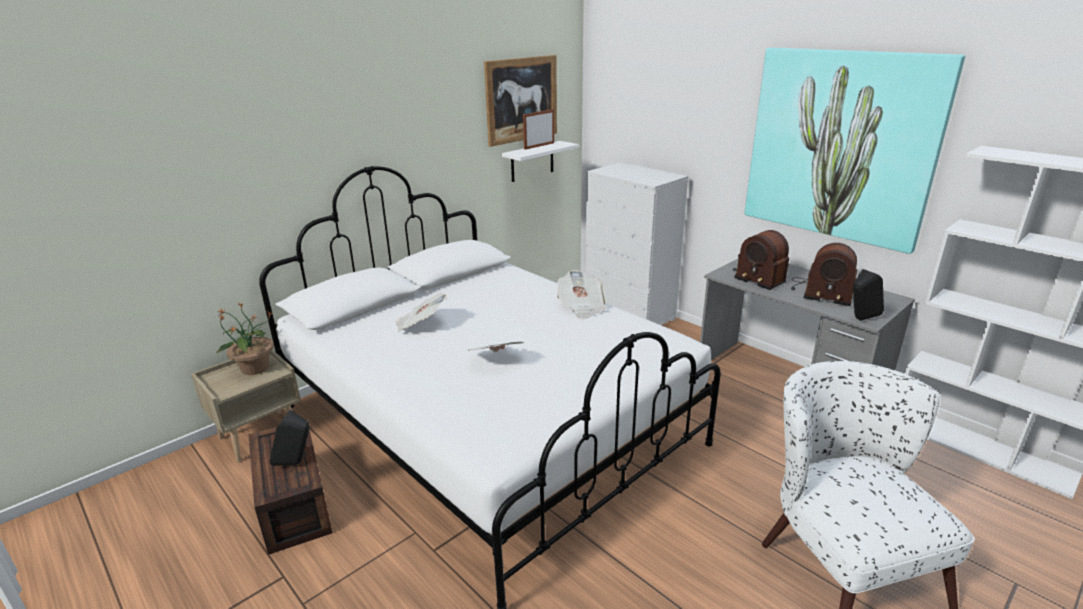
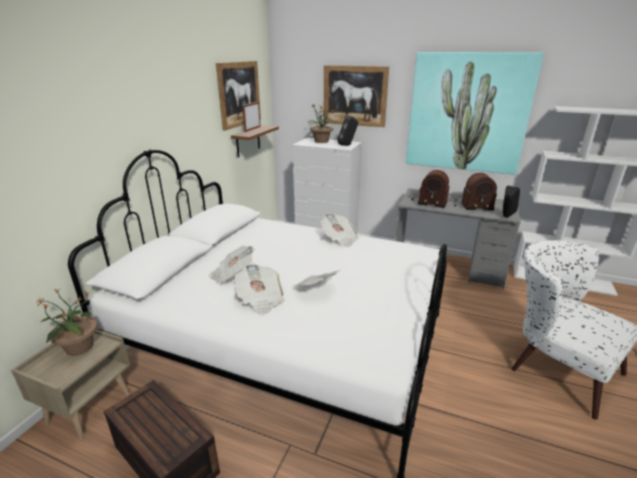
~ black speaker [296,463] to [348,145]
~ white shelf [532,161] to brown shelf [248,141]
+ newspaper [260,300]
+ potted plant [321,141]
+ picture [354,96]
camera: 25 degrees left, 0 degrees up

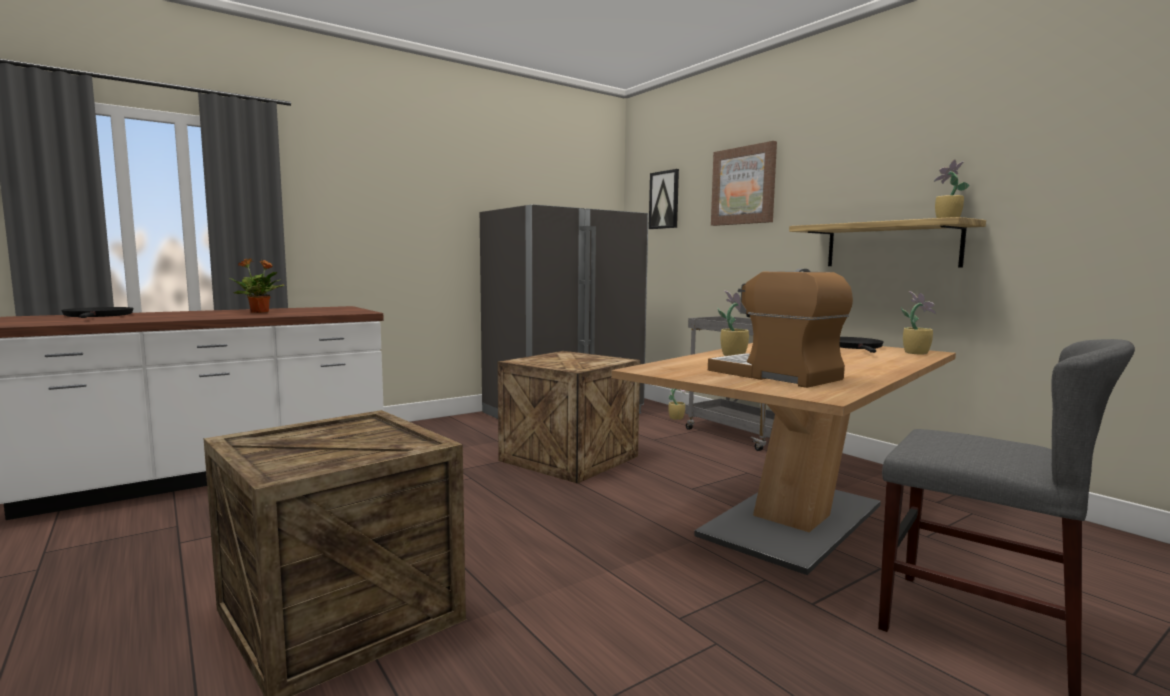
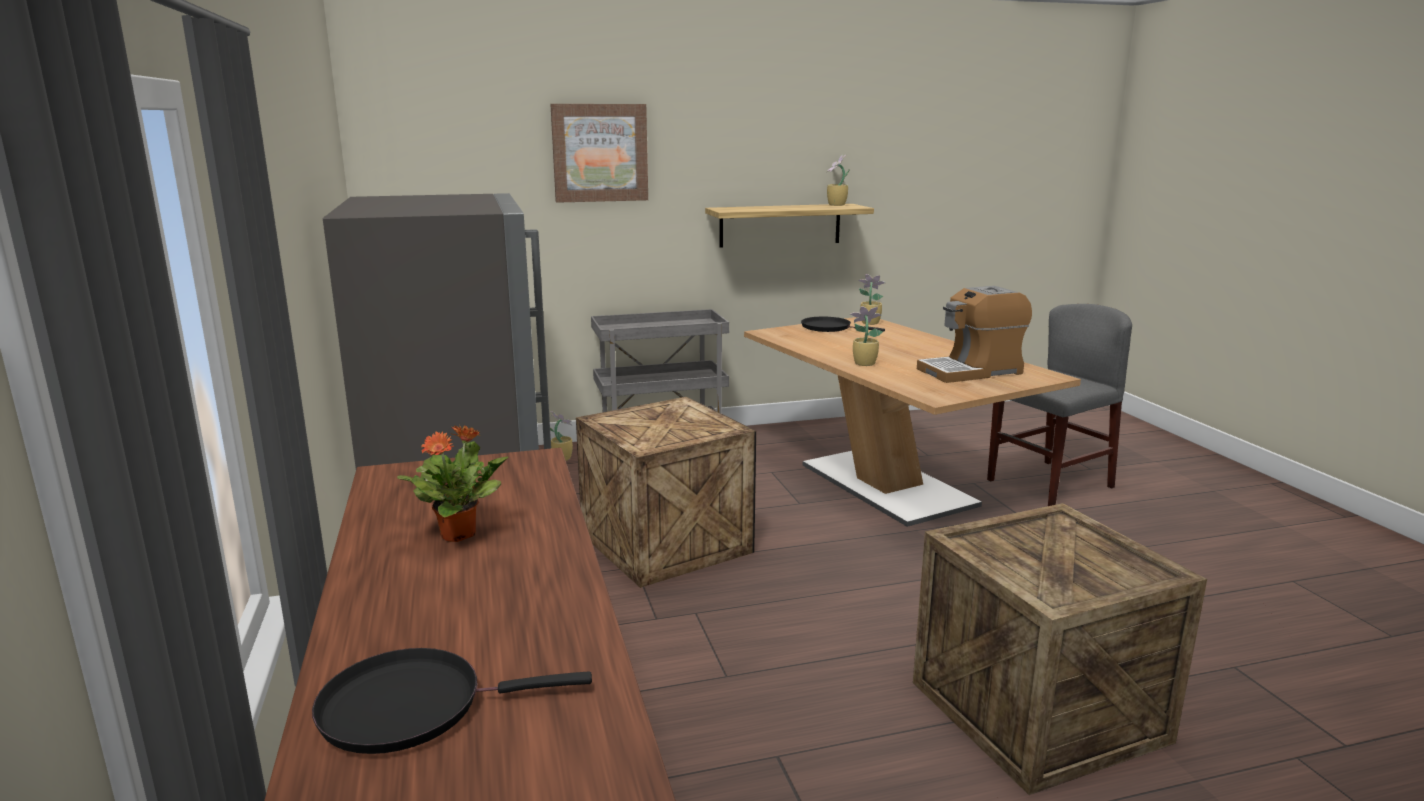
- picture [664,200]
camera: 70 degrees left, 10 degrees up

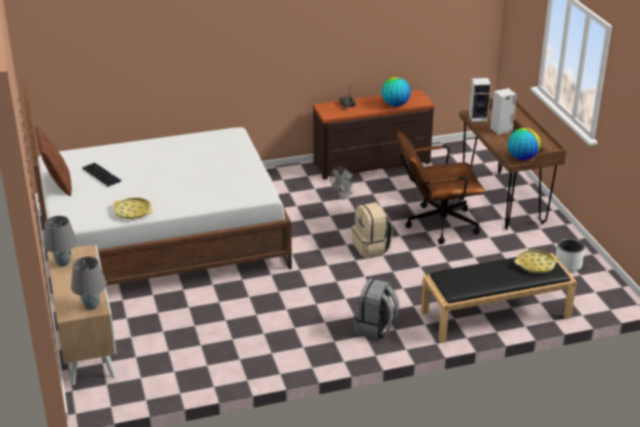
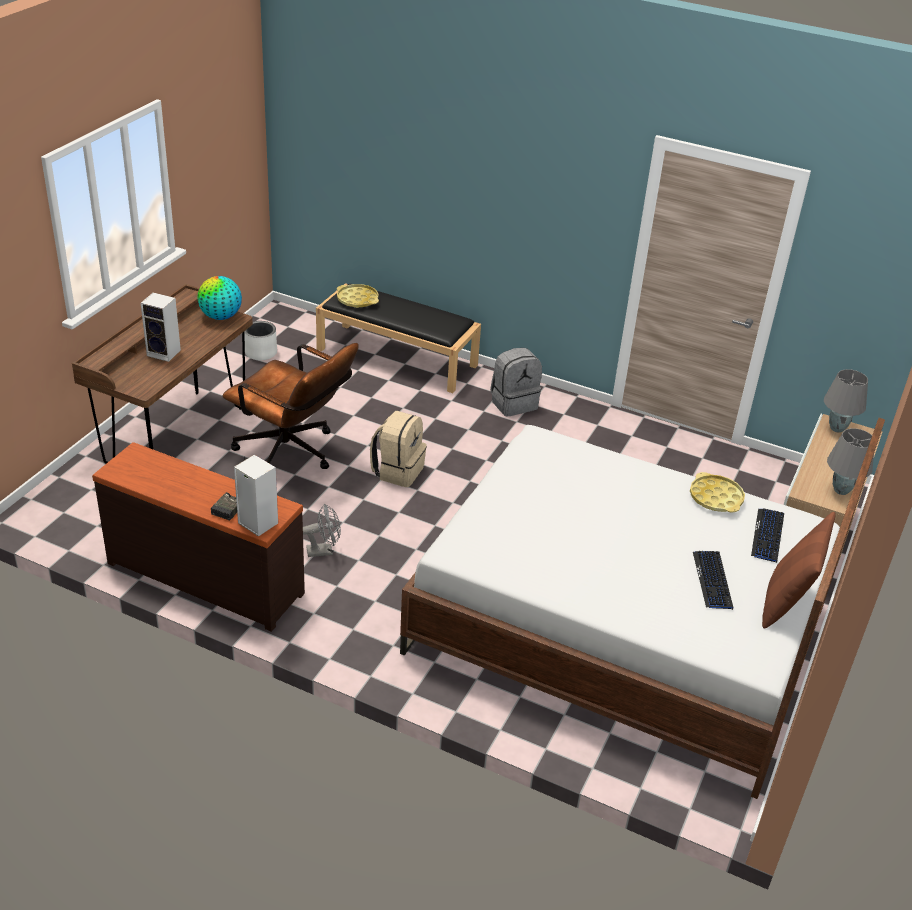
- globe [395,104]
~ speaker [478,117] to [256,523]
+ keyboard [767,536]
camera: 140 degrees left, 5 degrees up

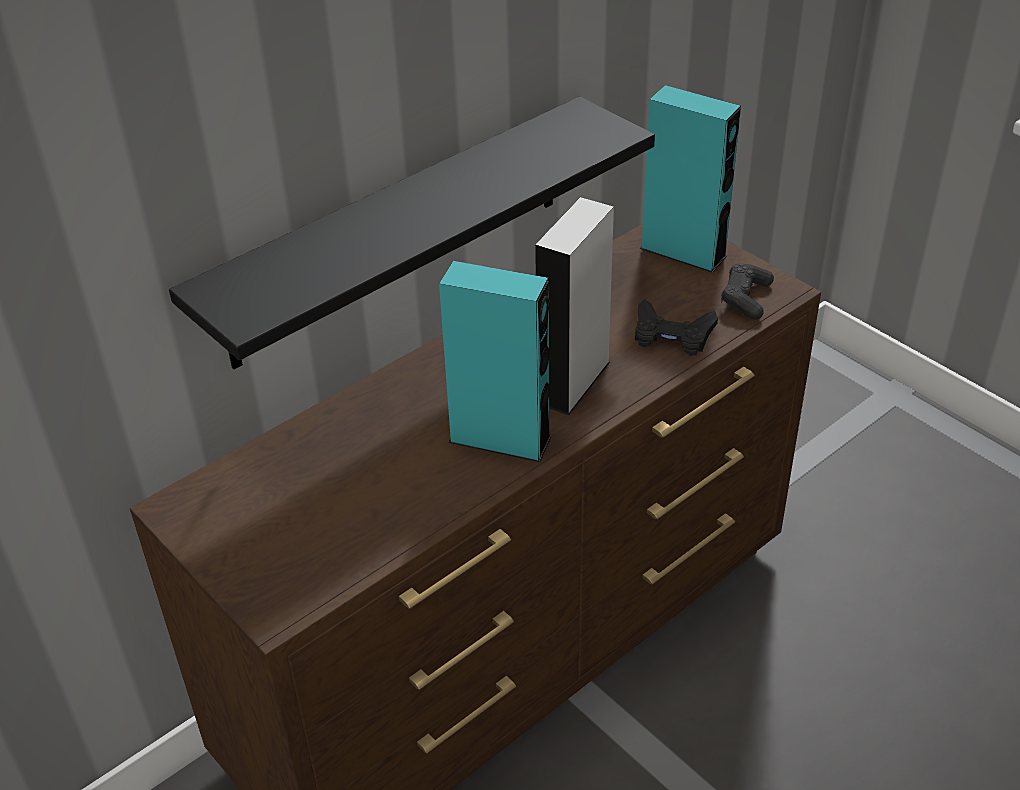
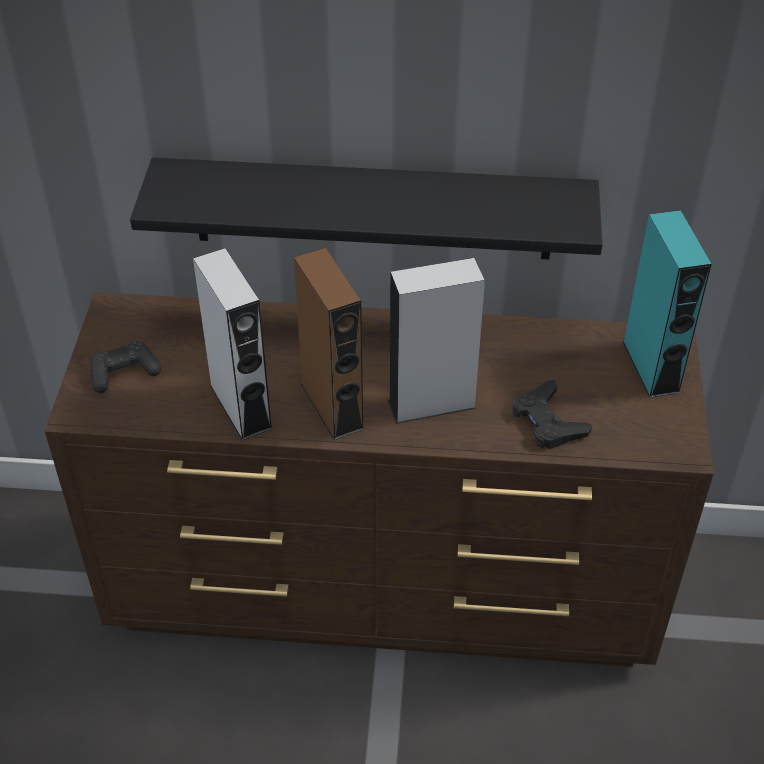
~ turquoise speaker [500,439] to brown speaker [332,406]
~ black game controller [745,298] to [124,373]
+ grey speaker [241,407]
camera: 45 degrees right, 5 degrees up

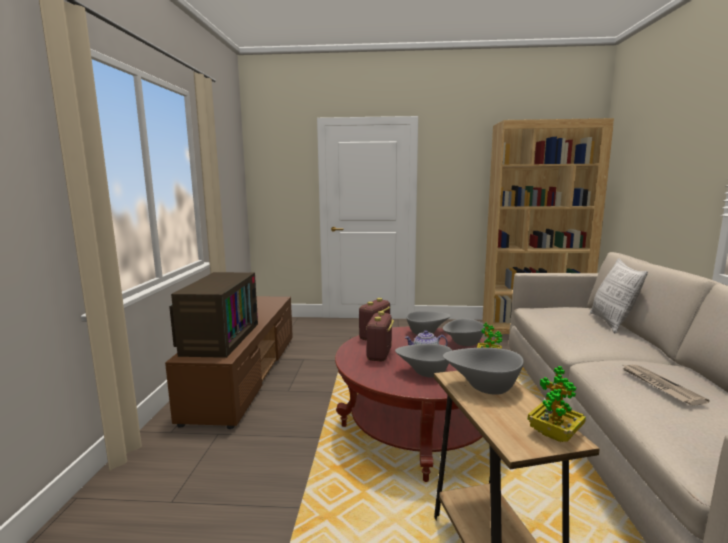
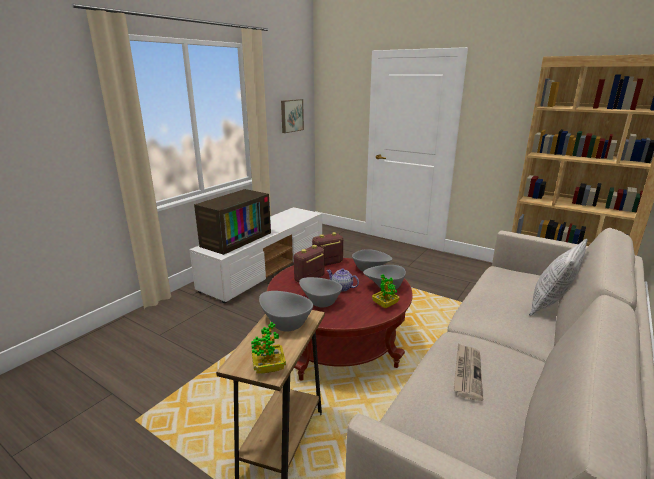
~ brown tv stand [245,374] to white tv stand [266,268]
+ picture [291,115]
camera: 30 degrees right, 10 degrees up

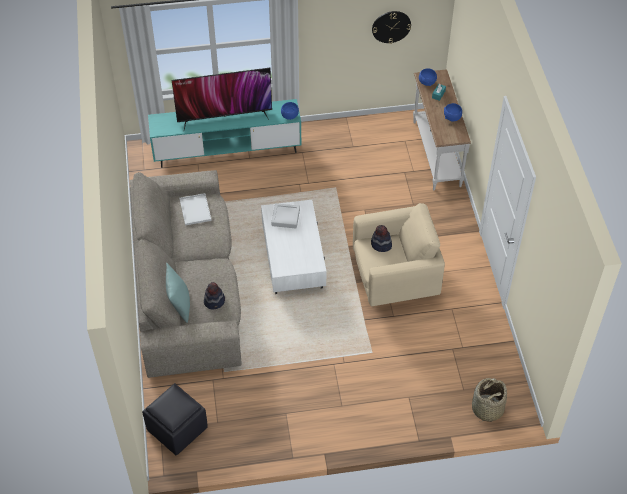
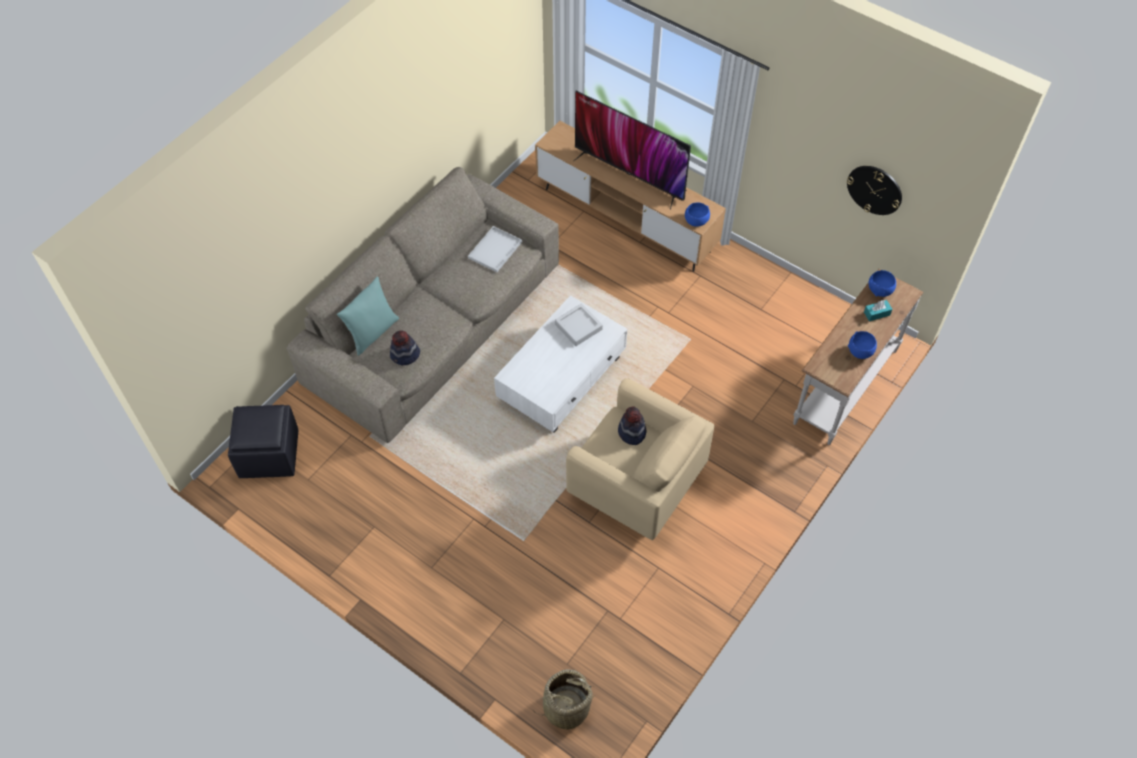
~ turquoise tv stand [227,152] to brown tv stand [625,220]
camera: 45 degrees right, 5 degrees up

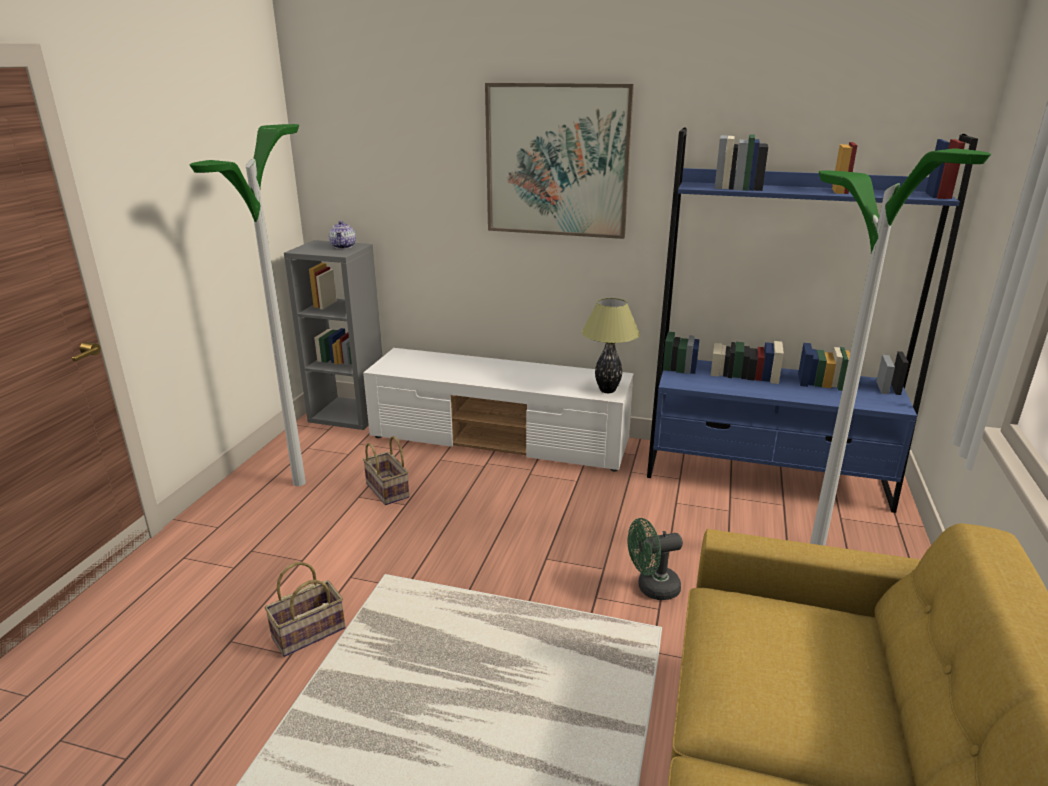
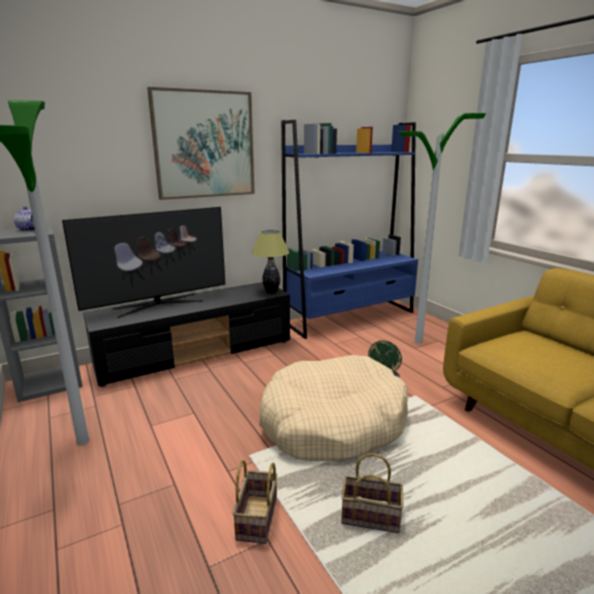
~ white tv stand [501,440] to black tv stand [197,353]
~ basket [389,490] to [372,516]
+ television [158,305]
+ beige dog bed [333,422]
camera: 45 degrees left, 5 degrees down

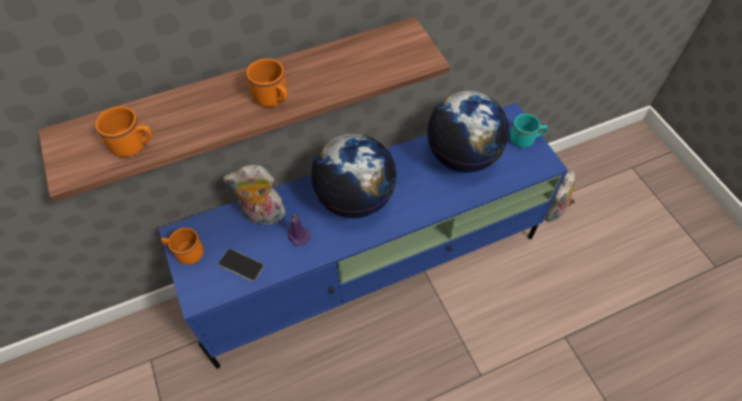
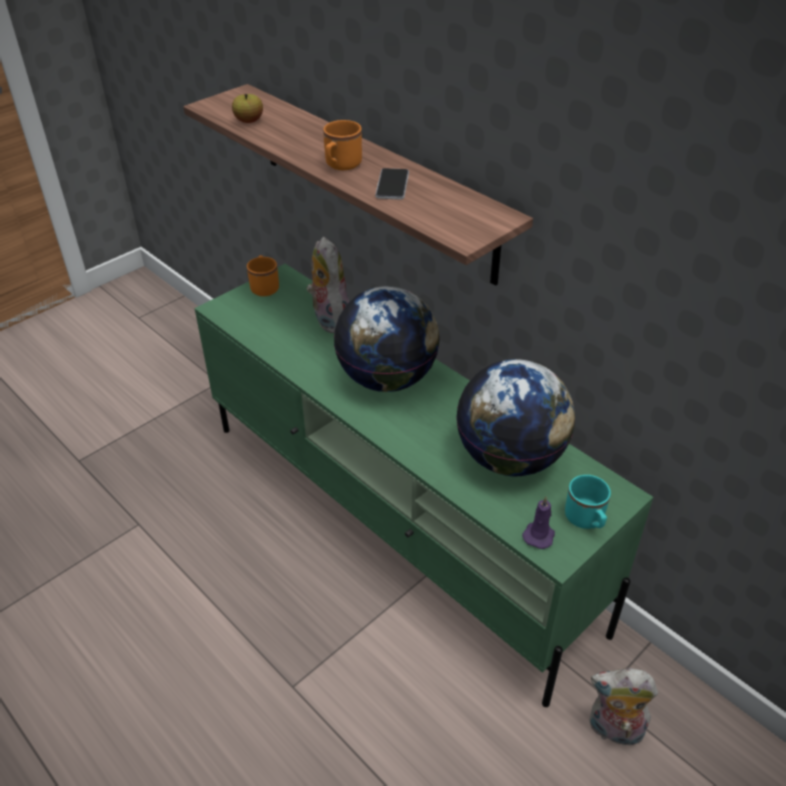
~ orange mug [135,145] to apple [249,121]
~ blue tv stand [372,269] to green tv stand [397,524]
~ phone [241,265] to [392,185]
~ purple candle [298,235] to [539,535]
camera: 70 degrees right, 15 degrees down

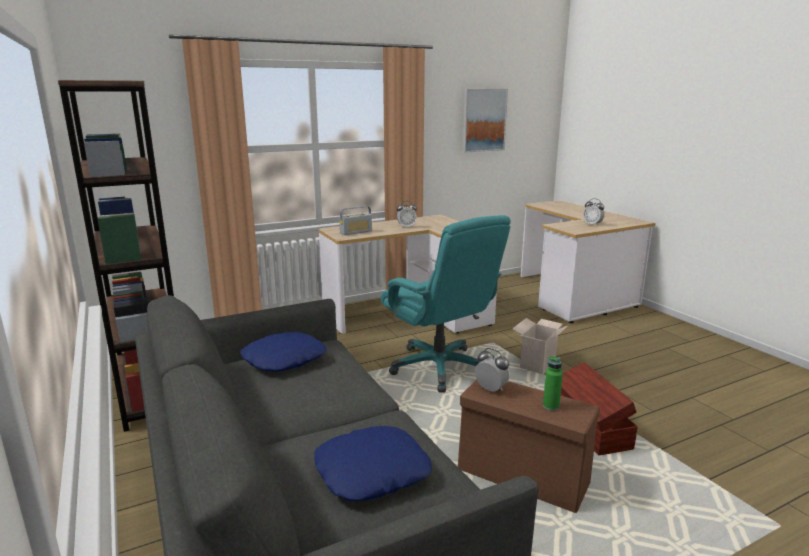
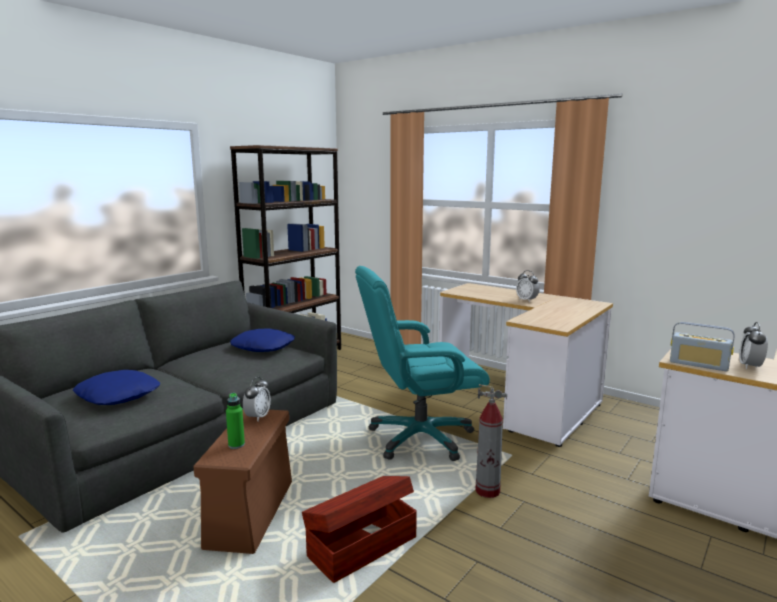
~ radio [356,232] to [698,364]
~ turquoise office chair [440,367] = [419,438] 45 degrees clockwise
- picture [484,120]
~ cardboard box [537,364] to fire extinguisher [488,491]
camera: 65 degrees right, 5 degrees down

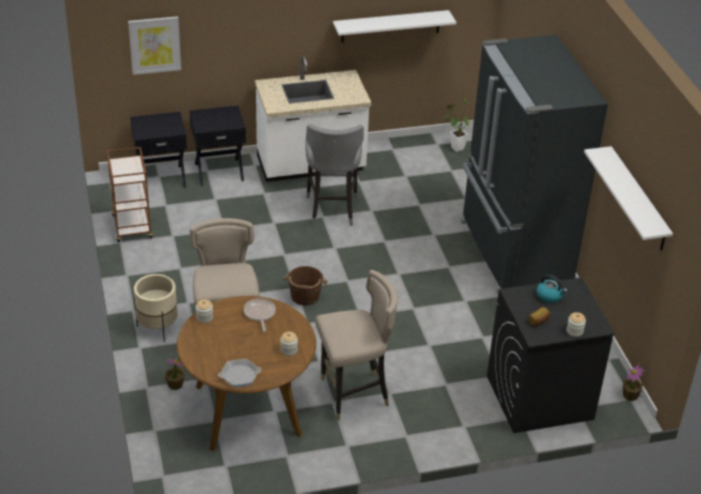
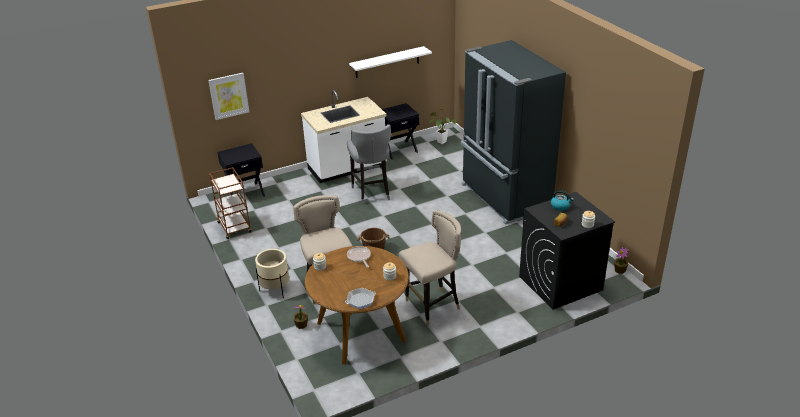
~ black nightstand [219,171] to [398,149]
- white shelf [638,200]
camera: 10 degrees left, 5 degrees down

